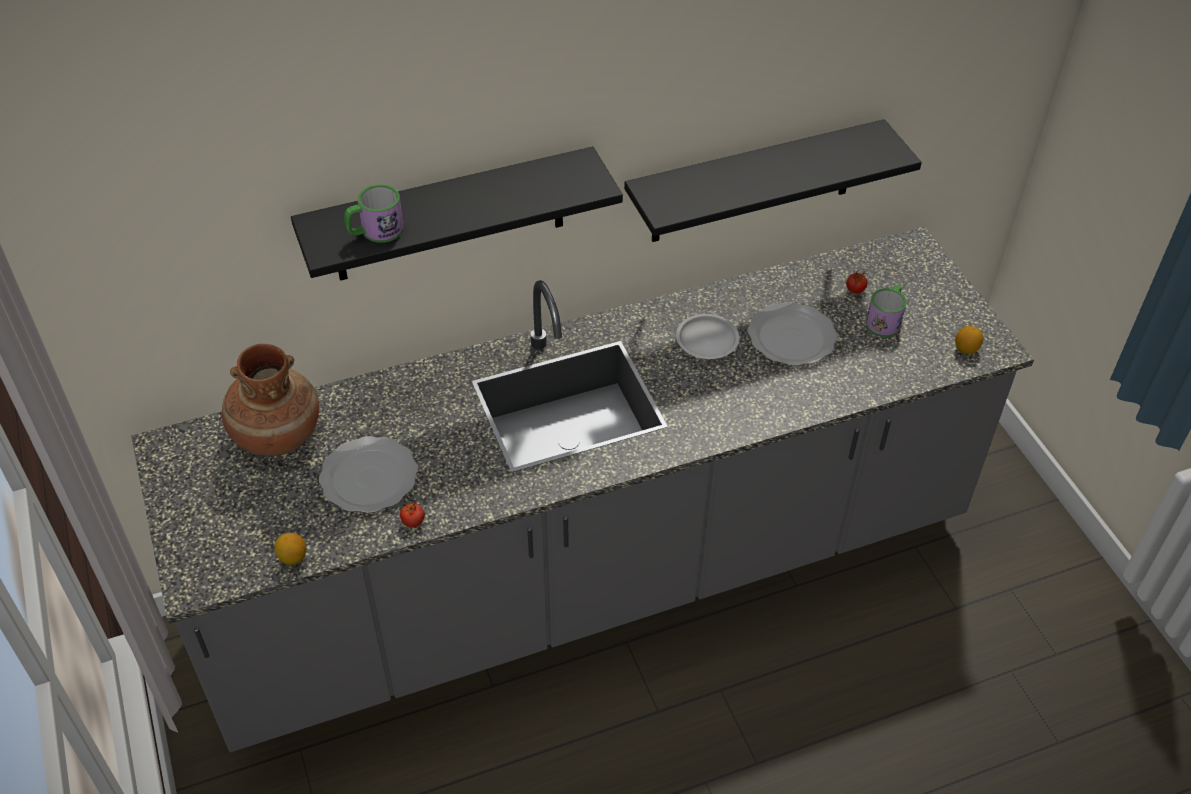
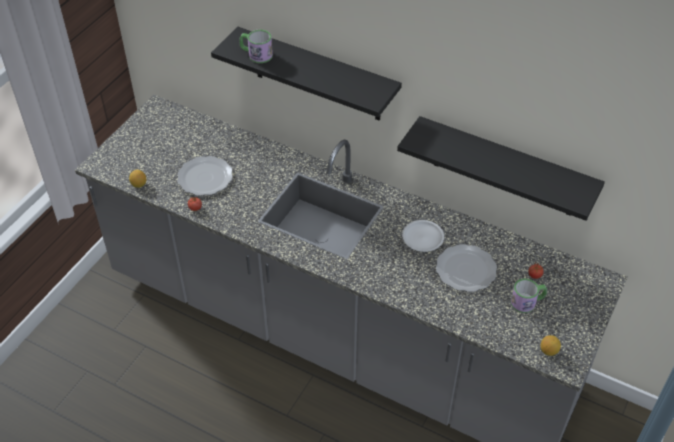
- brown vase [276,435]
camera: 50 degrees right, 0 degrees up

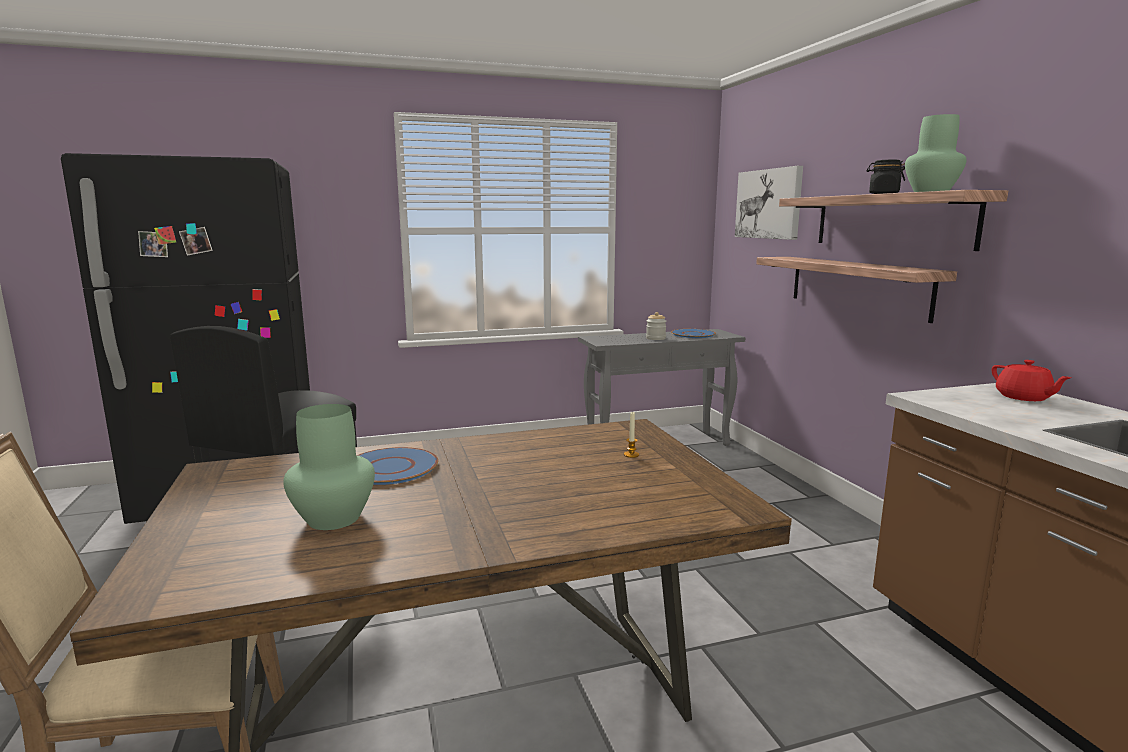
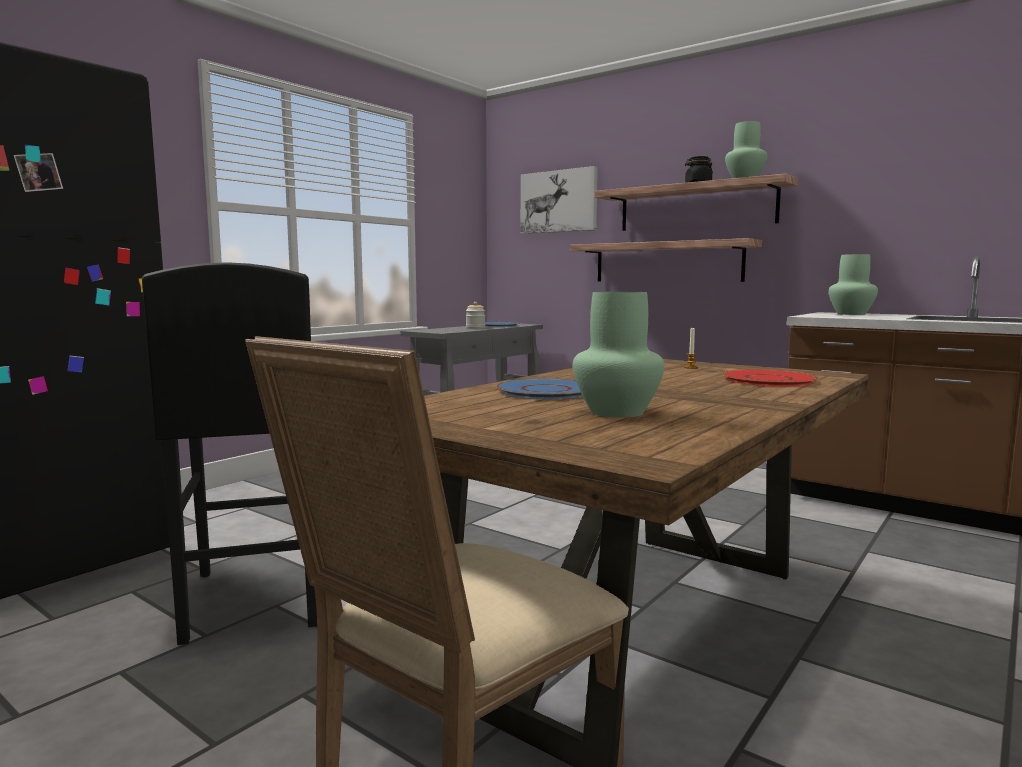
~ red teapot [1024,397] to green vase [851,314]
+ red plate [769,380]
camera: 35 degrees left, 5 degrees down

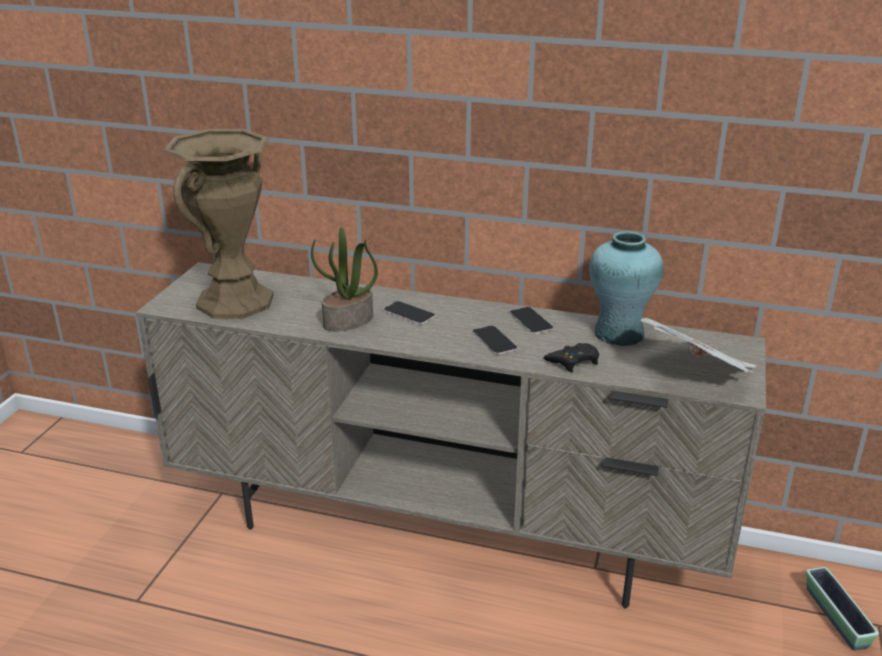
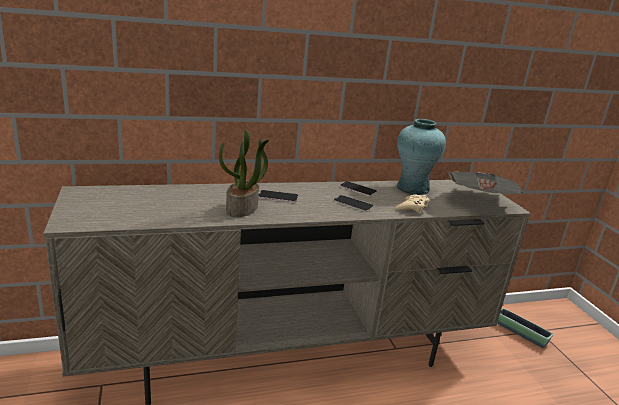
- brown vase [235,301]
~ black game controller [573,361] to beige game controller [412,207]
camera: 35 degrees left, 5 degrees down

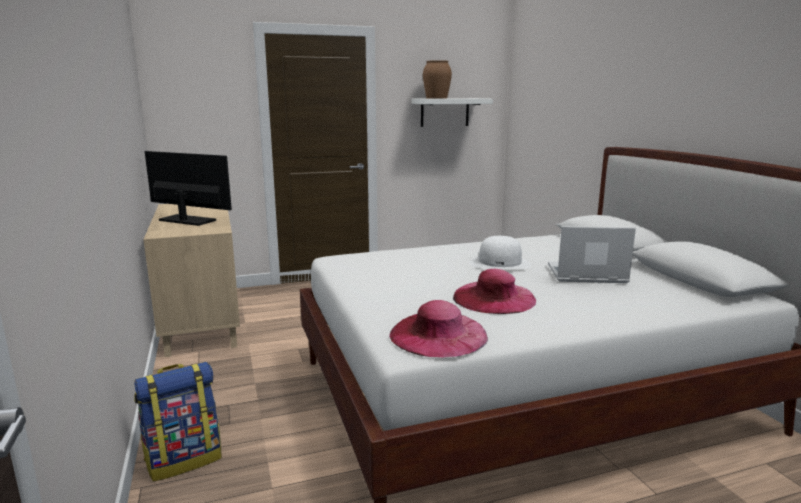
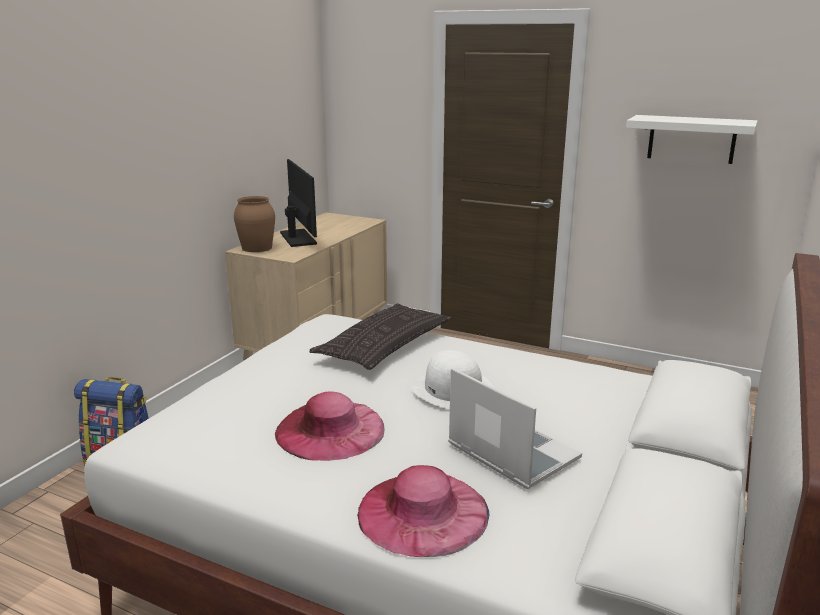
~ pink hat [438,334] to [422,512]
~ brown vase [436,98] to [257,248]
+ pillow [384,345]
camera: 45 degrees right, 5 degrees up

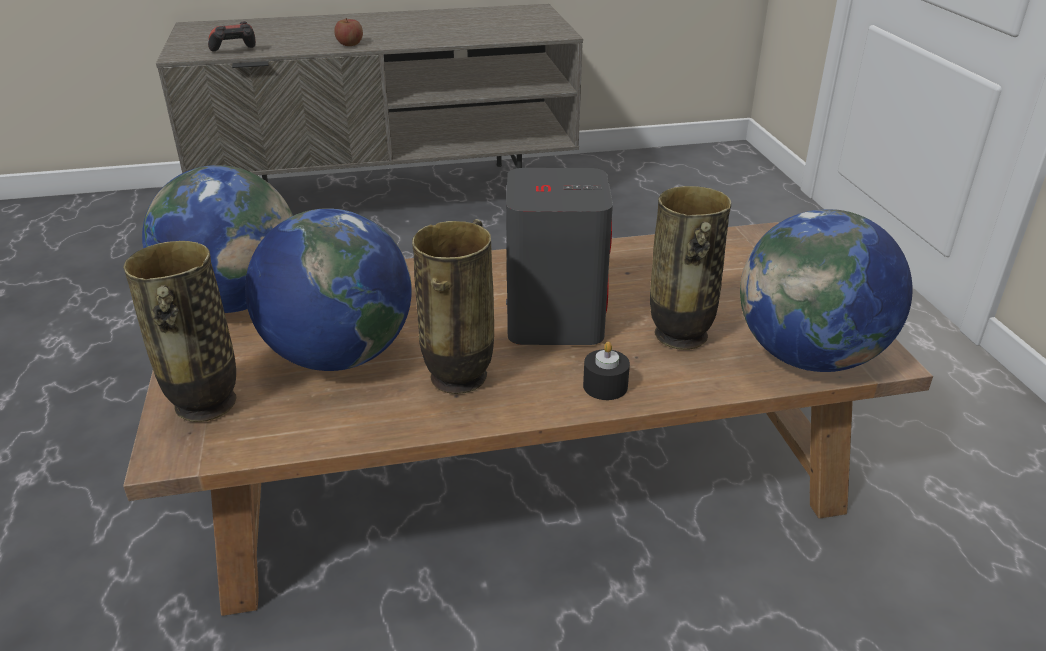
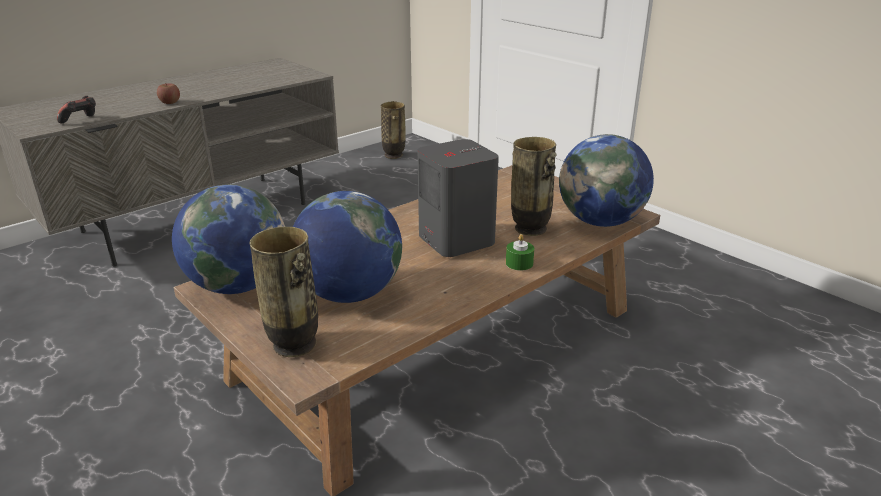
~ vase [459,378] to [394,155]
~ black candle [605,386] to green candle [519,263]
camera: 30 degrees left, 5 degrees down

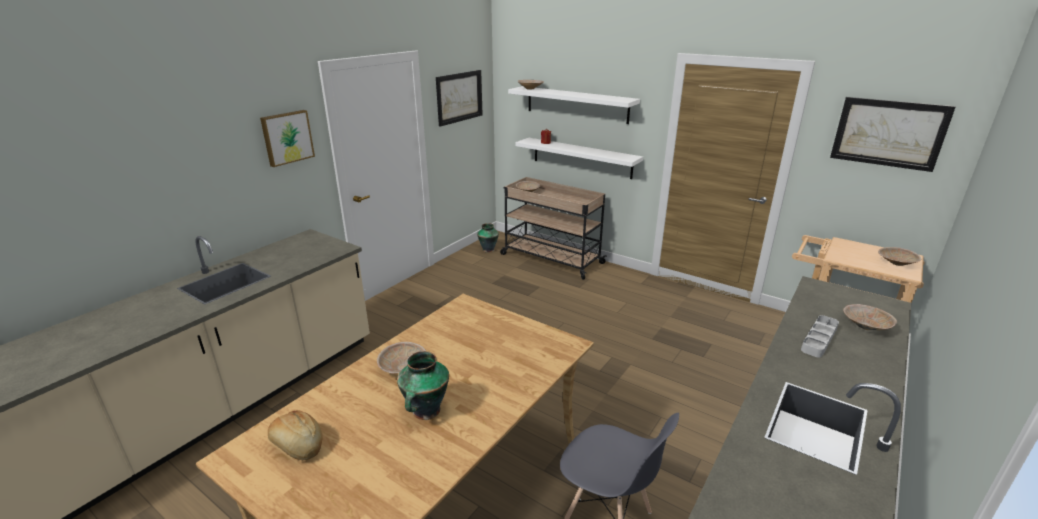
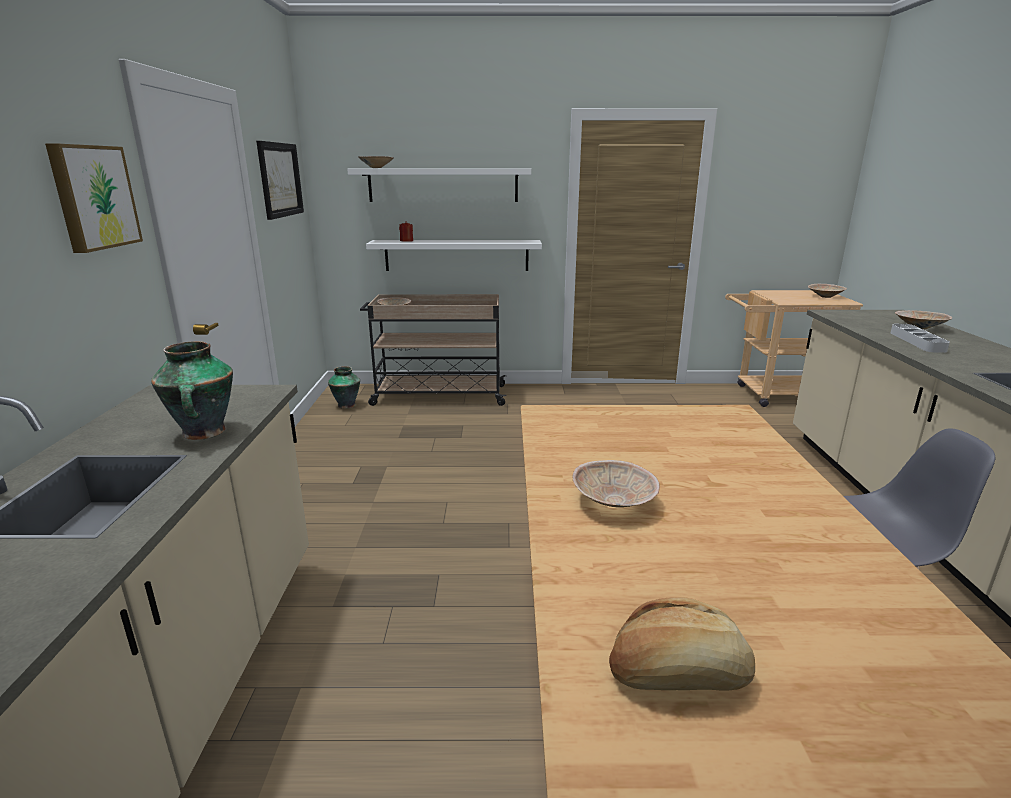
~ vase [425,411] to [204,433]
- picture [888,133]
camera: 35 degrees left, 5 degrees down

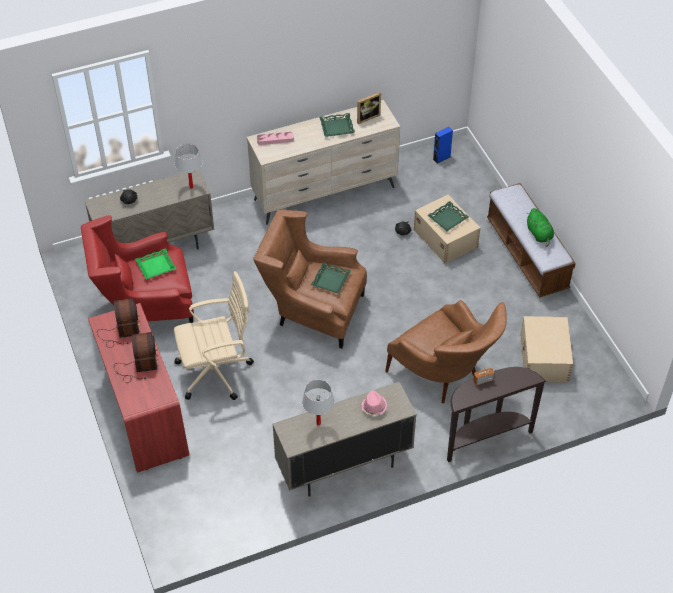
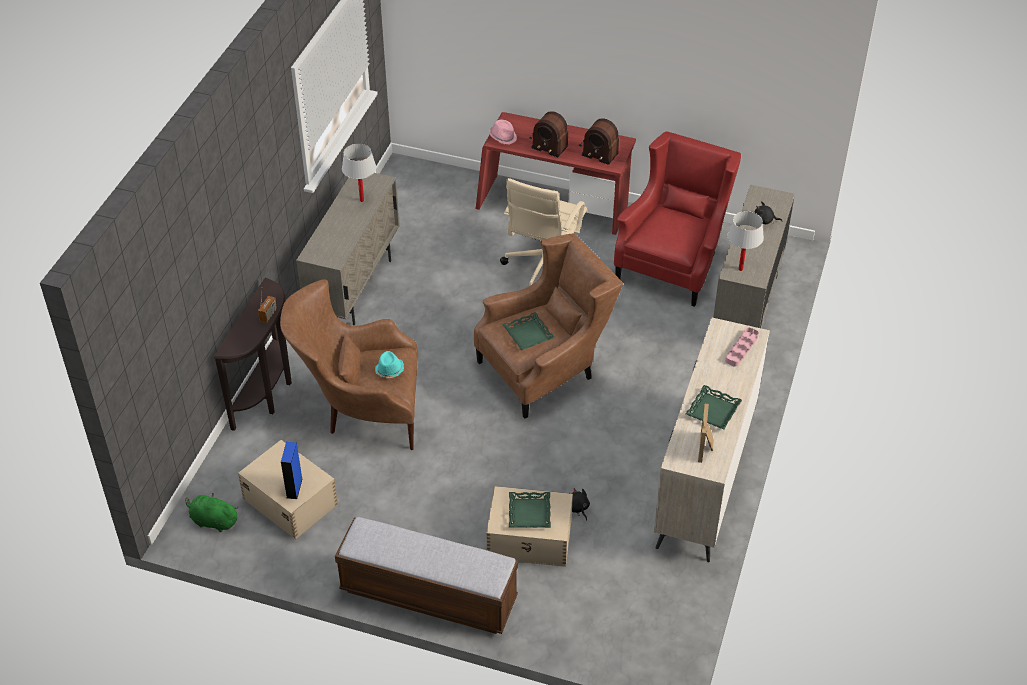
- green tray [156,266]
~ pink hat [374,407] to [503,137]
~ blue speaker [441,158] to [294,488]
~ green plush toy [539,234] to [213,521]
+ turquoise hat [389,370]
camera: 130 degrees right, 5 degrees down

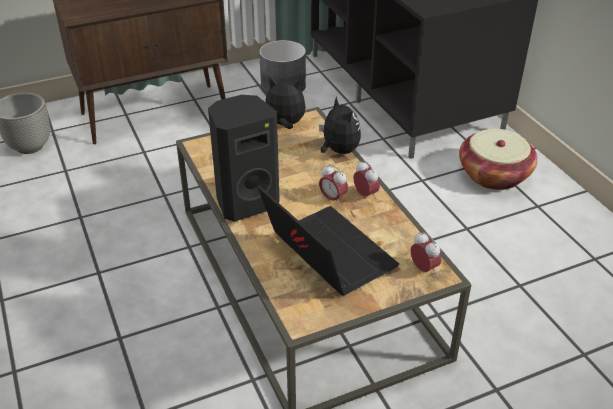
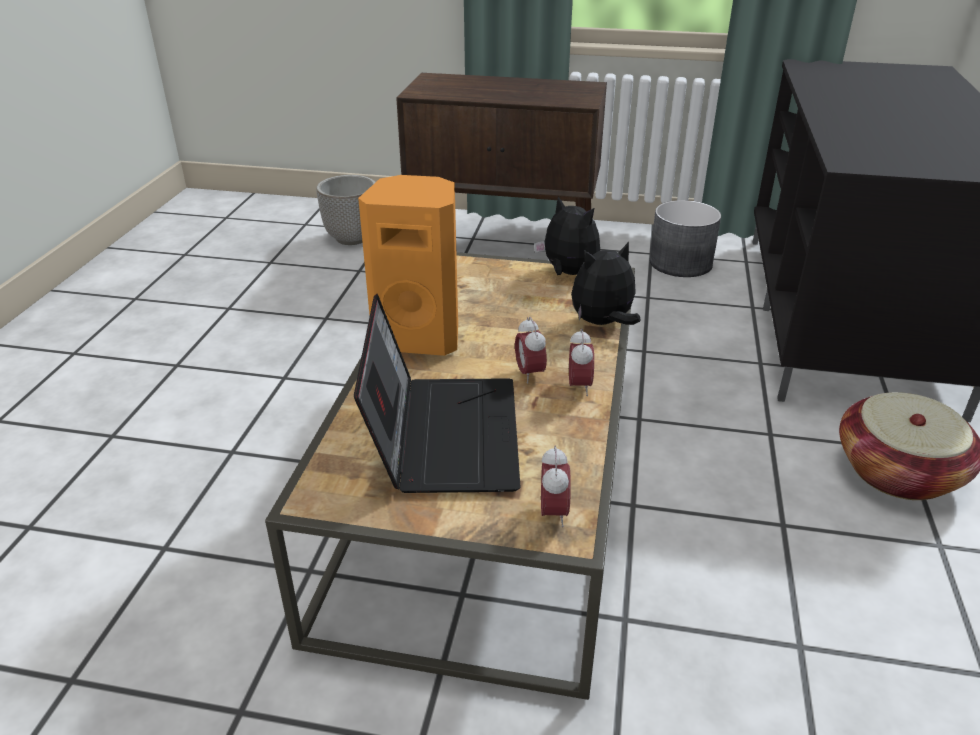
~ black speaker [246,202] to orange speaker [420,337]
~ plush toy [338,151] = [603,323] 120 degrees counterclockwise
camera: 35 degrees right, 5 degrees down

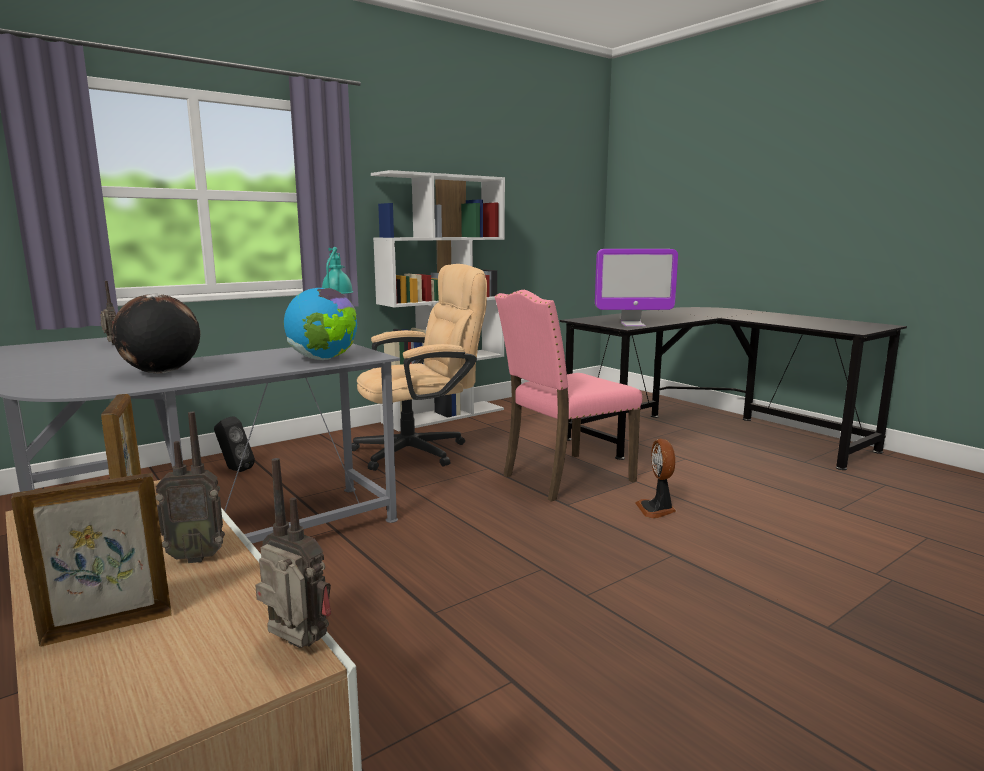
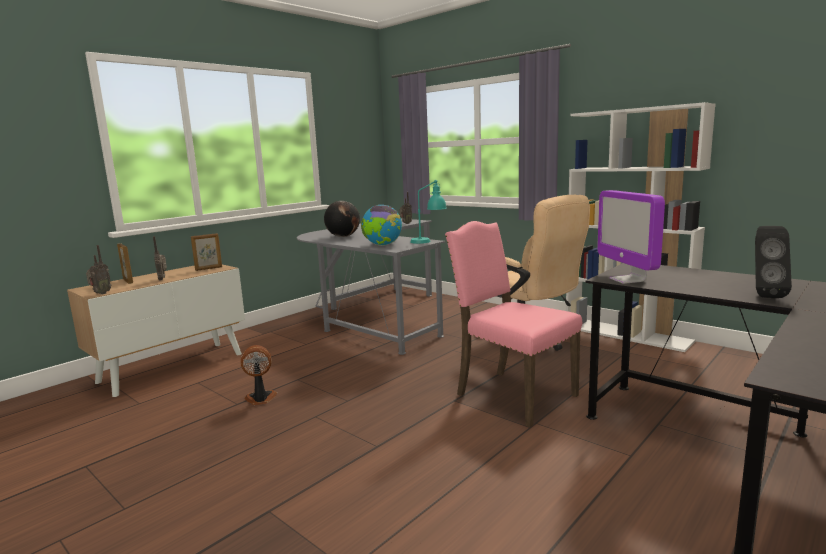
~ black speaker [234,470] to [764,295]
~ fan [657,509] to [260,399]
camera: 80 degrees right, 0 degrees up

